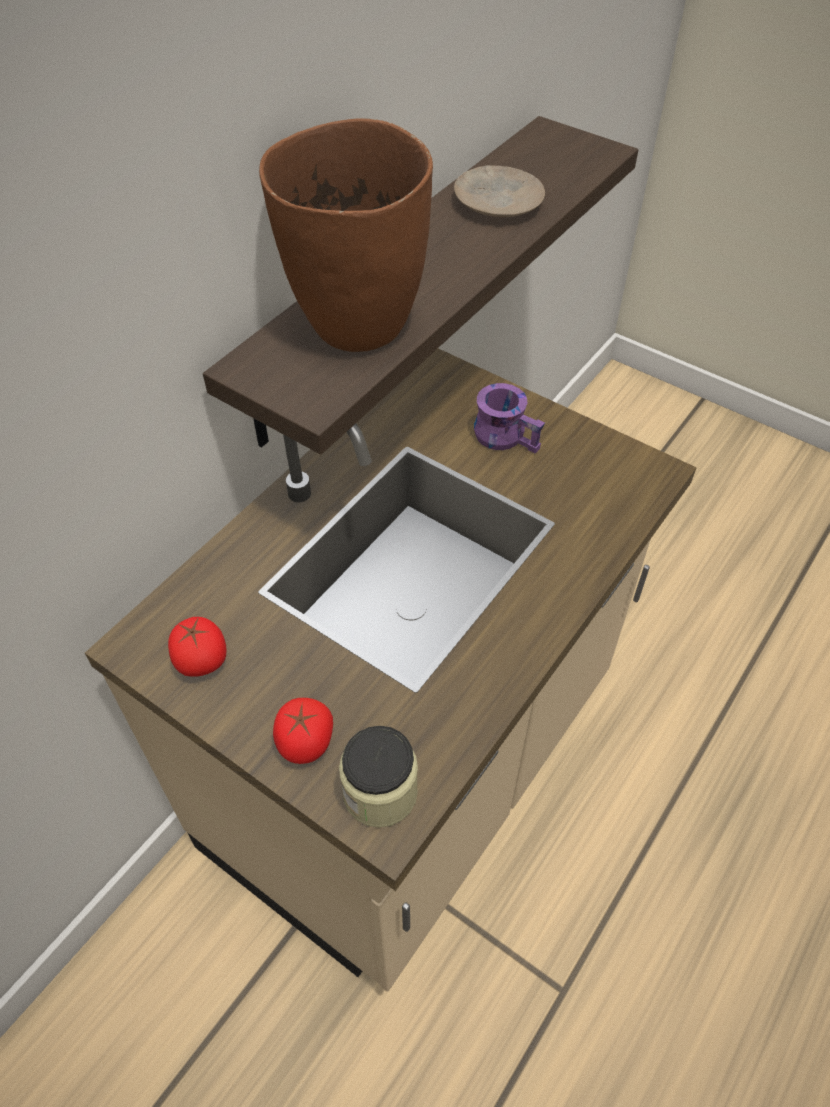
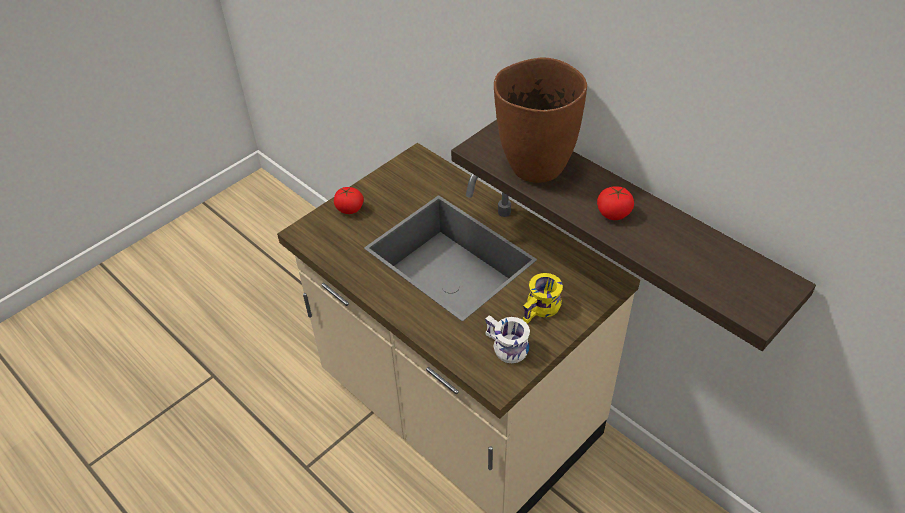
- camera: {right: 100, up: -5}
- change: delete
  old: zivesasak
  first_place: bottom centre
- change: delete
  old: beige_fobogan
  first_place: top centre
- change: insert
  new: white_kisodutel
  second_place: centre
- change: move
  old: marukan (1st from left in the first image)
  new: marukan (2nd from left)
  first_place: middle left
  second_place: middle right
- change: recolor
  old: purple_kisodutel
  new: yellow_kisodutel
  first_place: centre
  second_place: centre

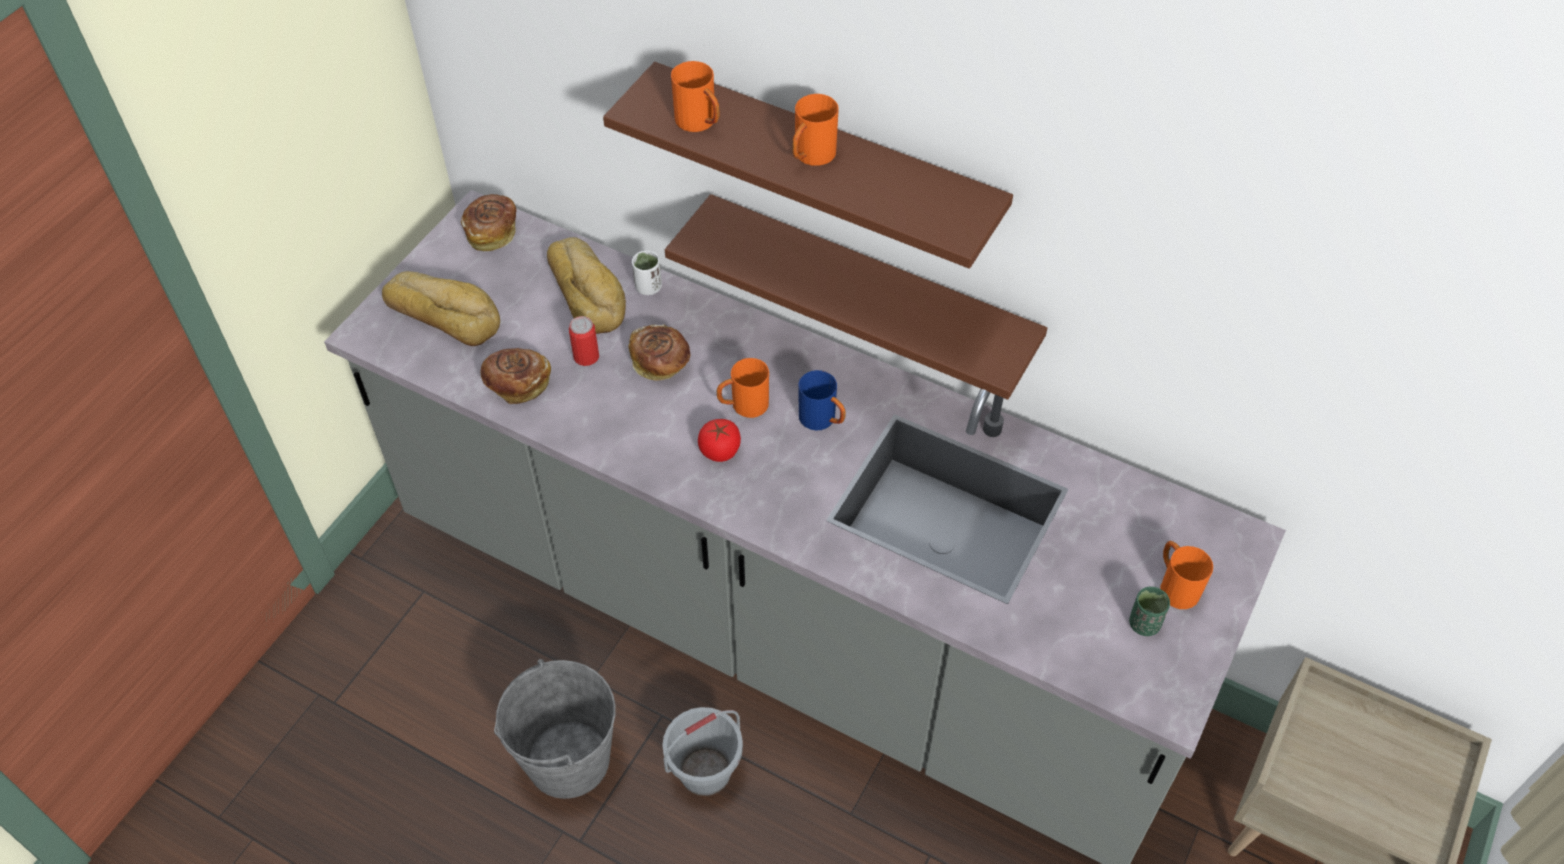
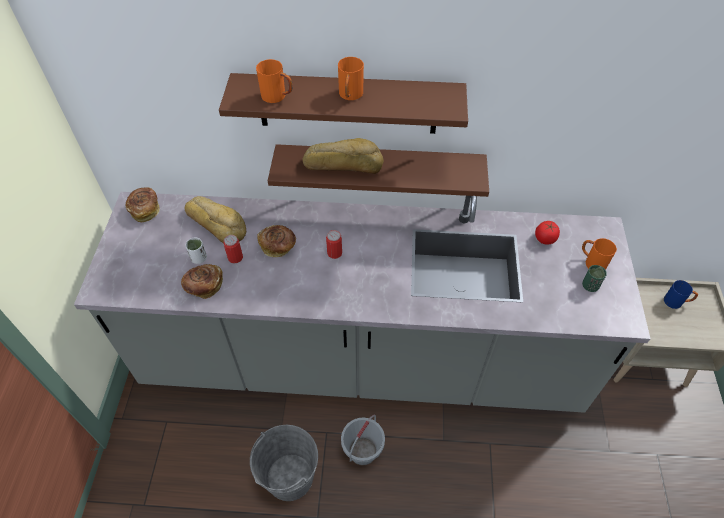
- camera: {right: -25, up: 0}
- change: move
  old: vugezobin (1st from left in the first image)
  new: vugezobin (5th from left)
  first_place: middle left
  second_place: top centre
- change: move
  old: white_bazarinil
  first_place: top centre
  second_place: middle left
- change: move
  old: marukan
  first_place: centre
  second_place: middle right
- change: move
  old: blue_kisodutel
  first_place: centre
  second_place: middle right
- change: replace
  old: orange_kisodutel (2nd from left)
  new: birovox (2nd from left)
  first_place: centre
  second_place: centre

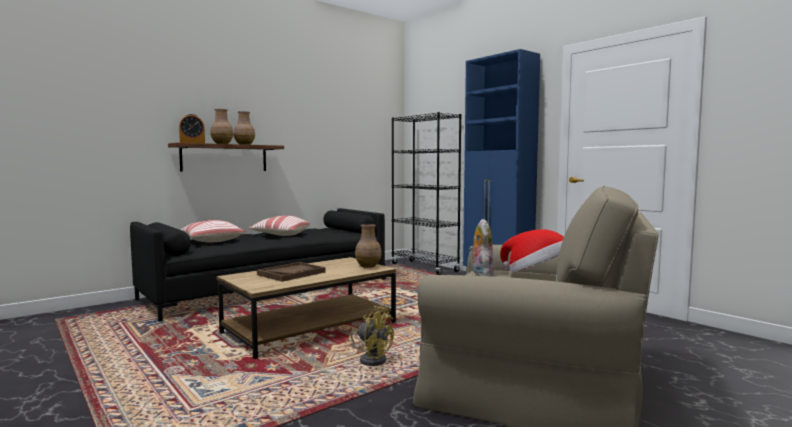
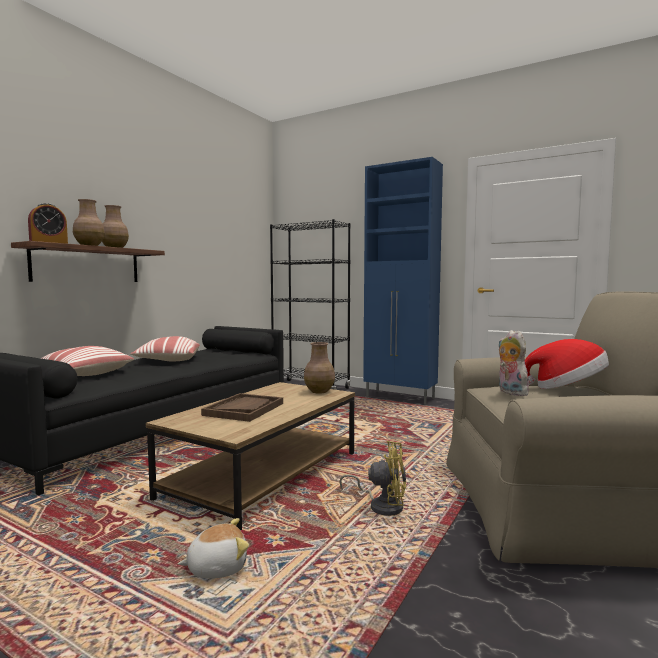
- camera: {right: -20, up: 0}
- change: insert
  new: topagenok (1st from left)
  second_place: bottom left

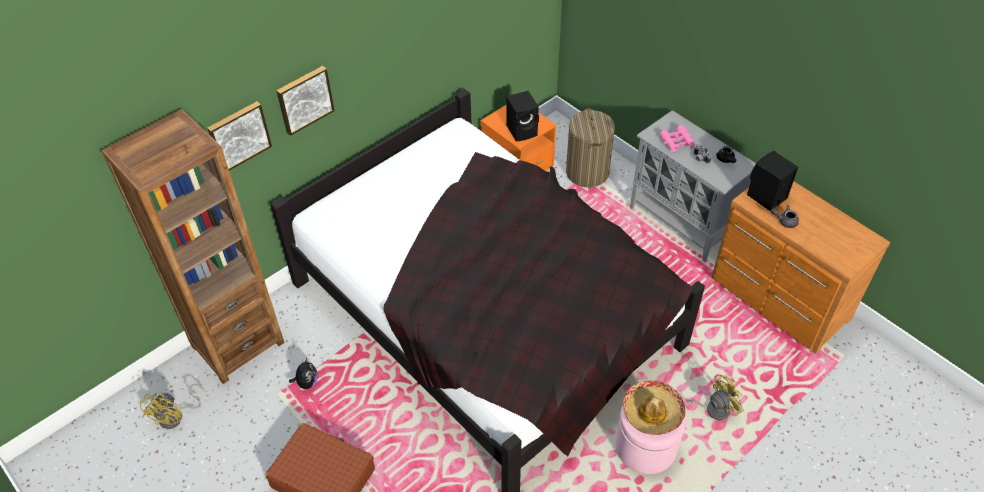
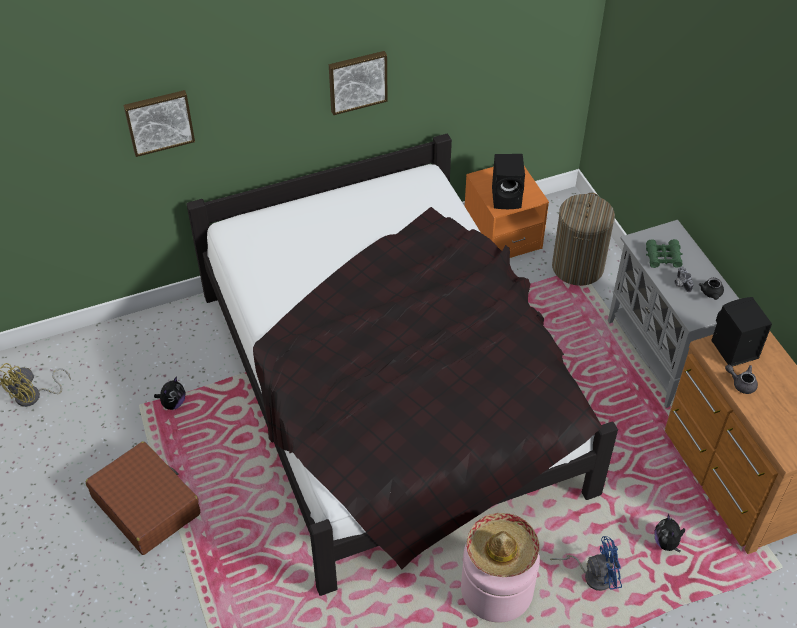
- camera: {right: 20, up: 0}
- change: delete
  old: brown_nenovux
  first_place: middle left
- change: insert
  new: topagenok (2nd from left)
  second_place: bottom right
- change: move
  old: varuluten (2nd from left)
  first_place: top left
  second_place: top centre
- change: recolor
  old: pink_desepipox
  new: green_desepipox
  first_place: top right
  second_place: middle right
- change: recolor
  old: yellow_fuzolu (2nd from left)
  new: blue_fuzolu
  first_place: bottom right
  second_place: bottom right

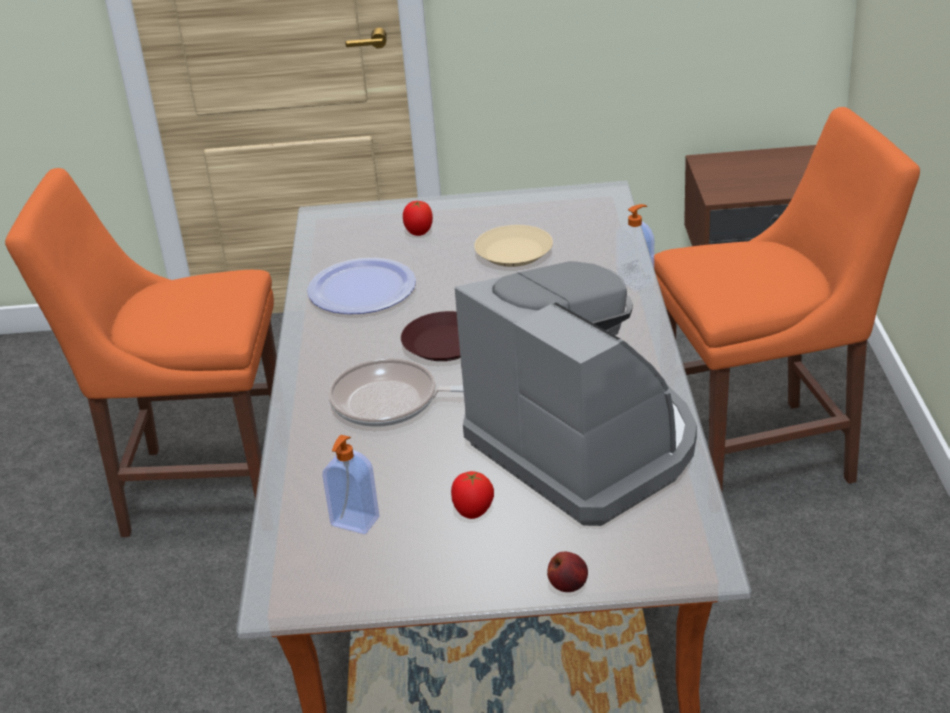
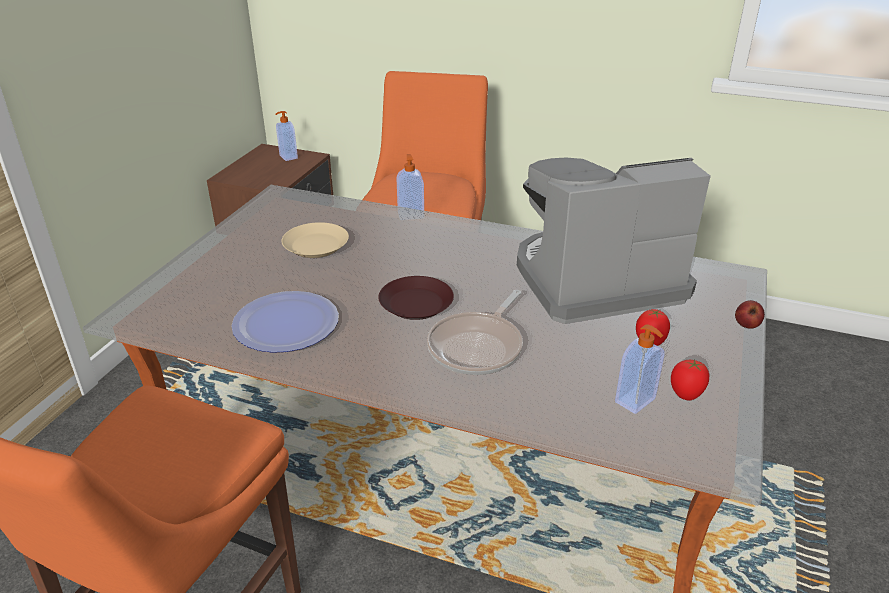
- camera: {right: -70, up: 0}
- change: insert
  new: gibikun (1st from left)
  second_place: top left
- change: move
  old: marukan (1st from left in the first image)
  new: marukan (2nd from left)
  first_place: top centre
  second_place: middle right

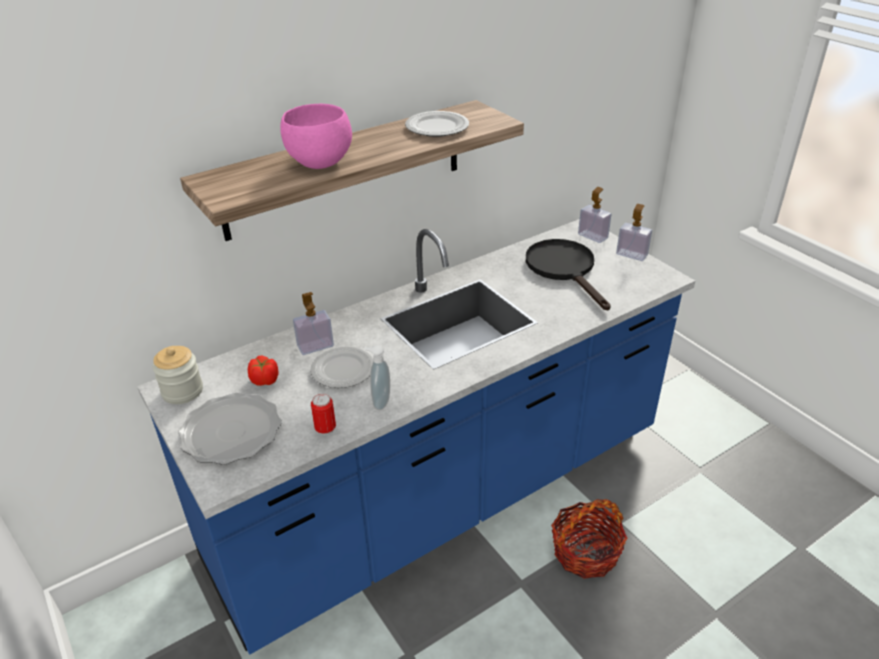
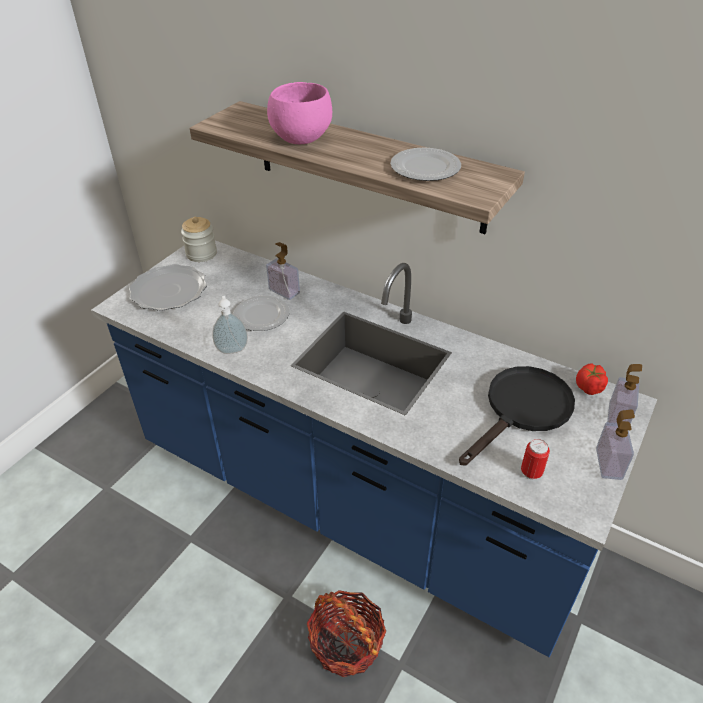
- camera: {right: 65, up: 5}
- change: move
  old: marukan
  first_place: middle left
  second_place: middle right
- change: move
  old: birovox
  first_place: centre
  second_place: middle right

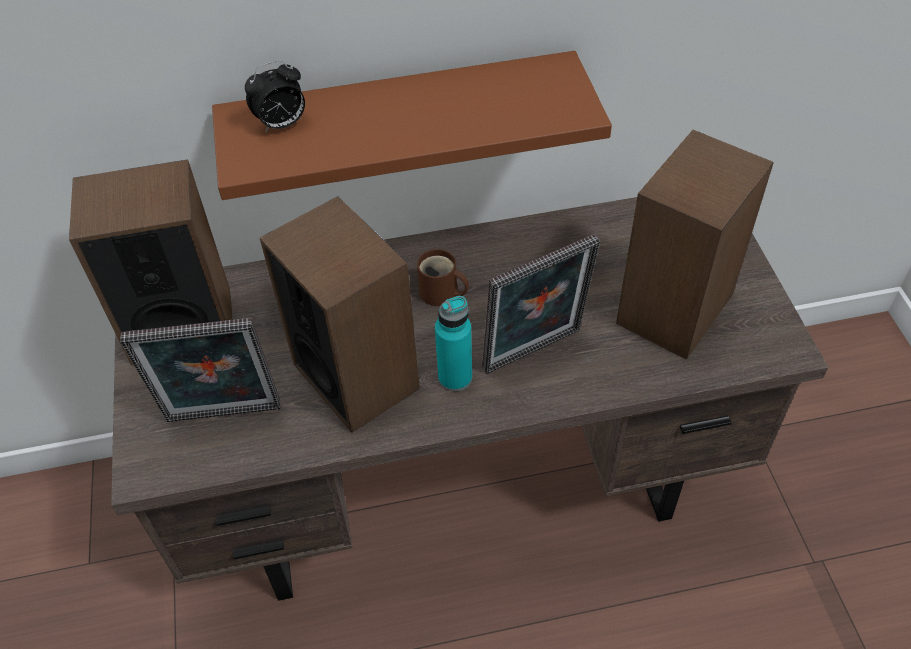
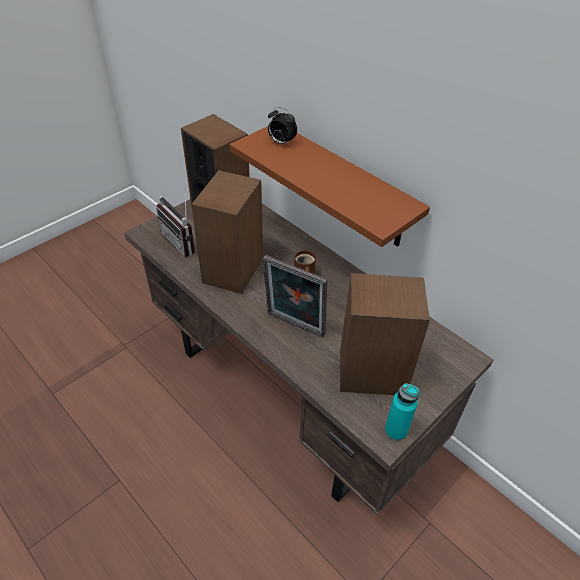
- camera: {right: 55, up: -5}
- change: move
  old: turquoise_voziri
  first_place: centre
  second_place: bottom right
- change: replace
  old: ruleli (1st from left)
  new: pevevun
  first_place: middle left
  second_place: middle left

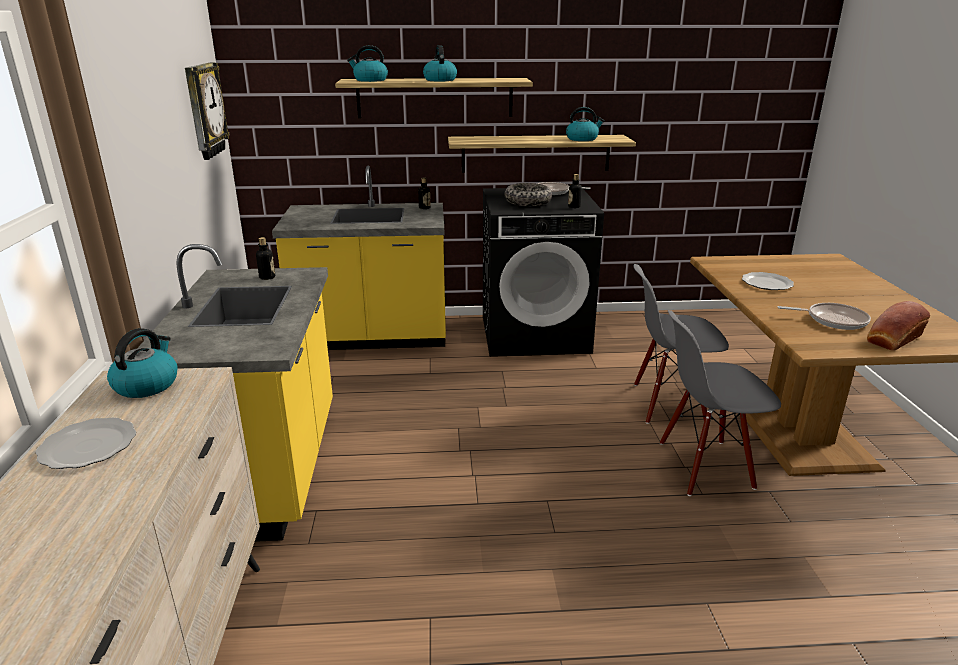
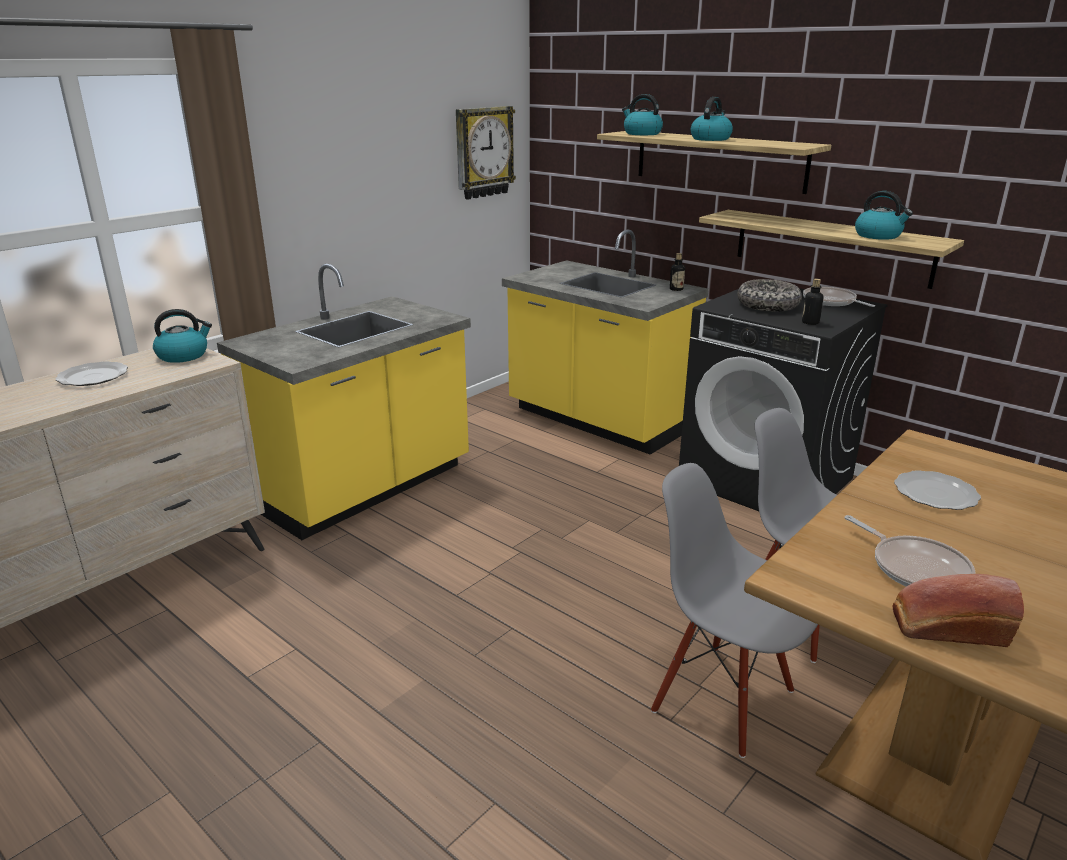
- camera: {right: 45, up: 0}
- change: delete
  old: voziri (1st from left)
  first_place: middle left

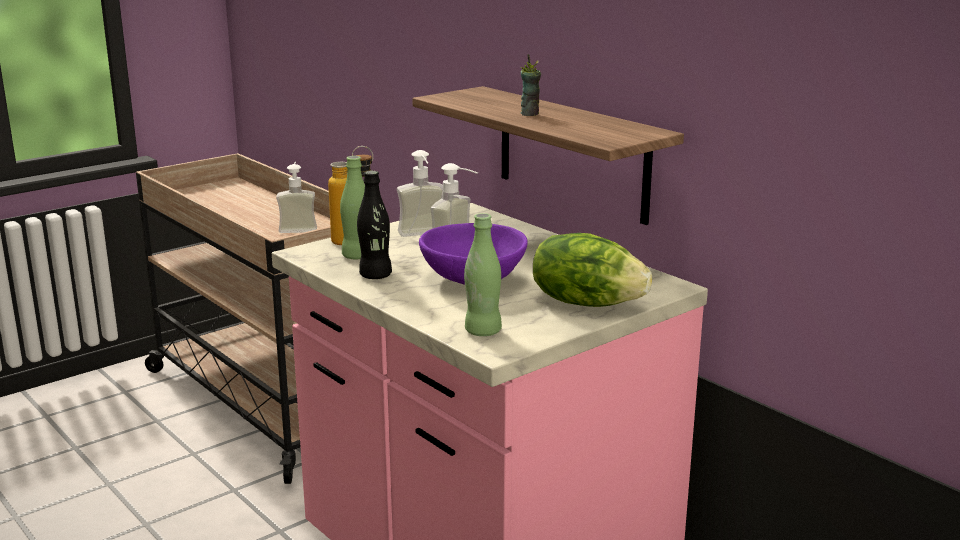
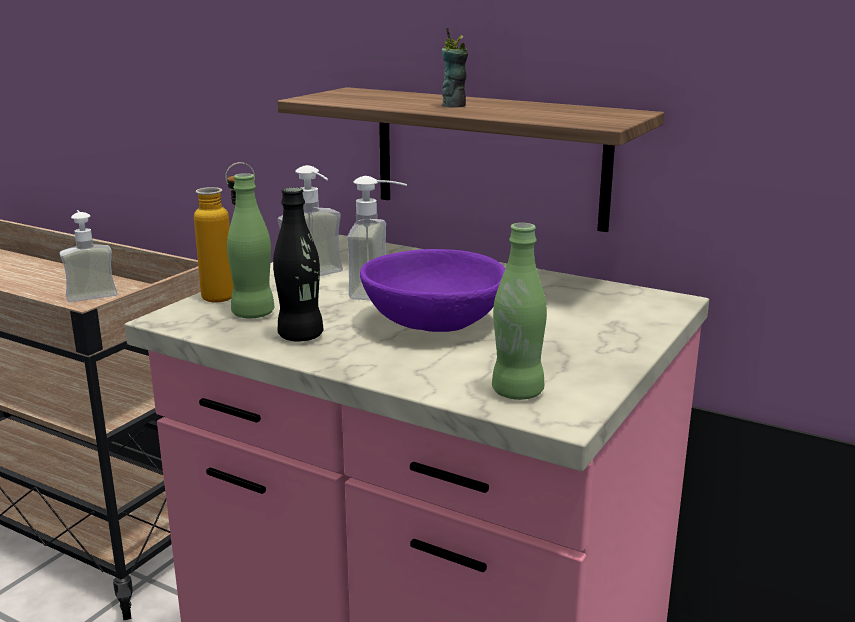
- camera: {right: -20, up: 0}
- change: delete
  old: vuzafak
  first_place: centre

